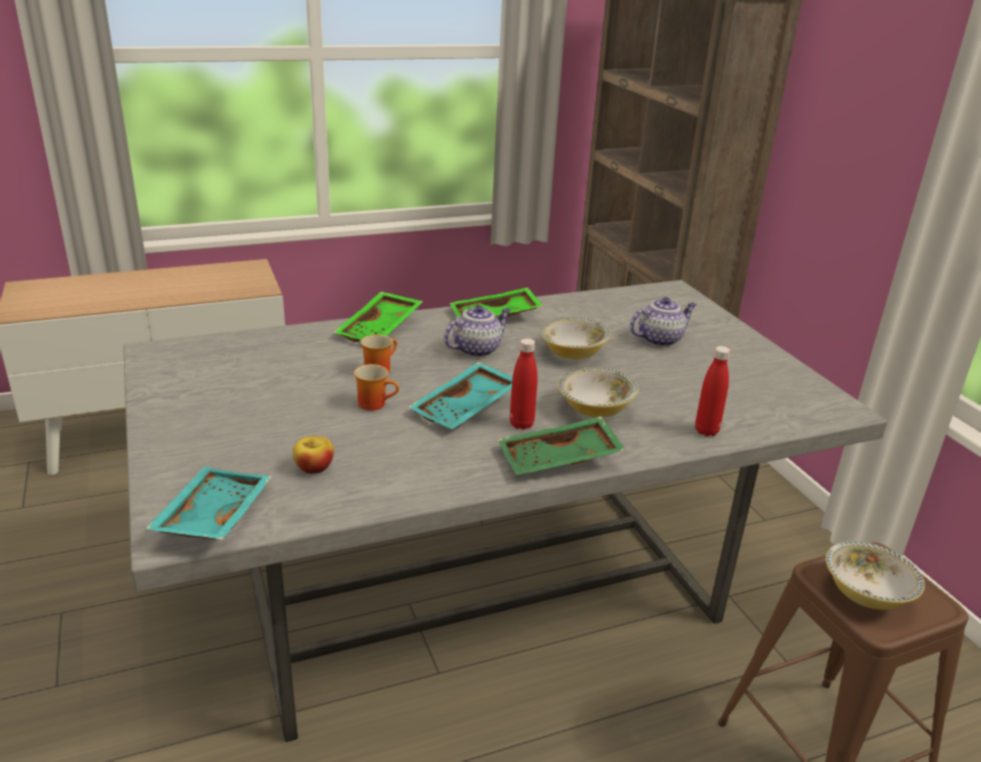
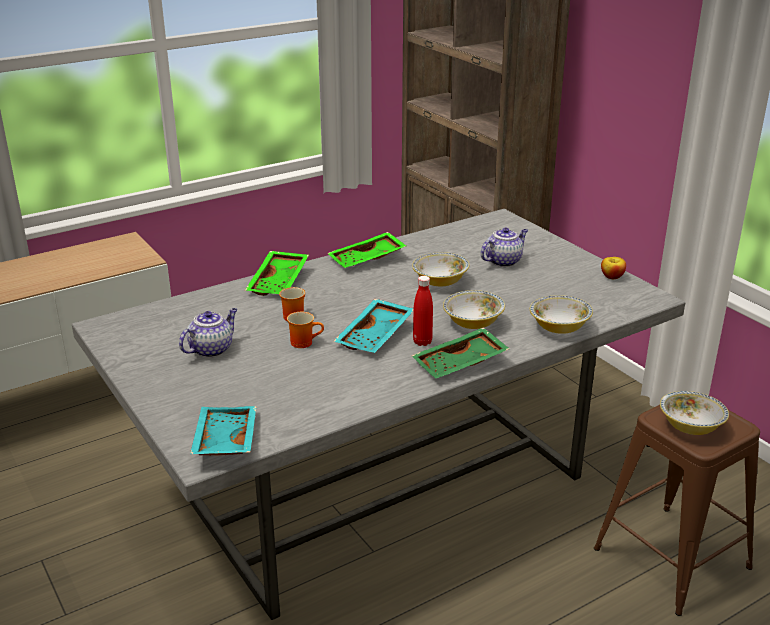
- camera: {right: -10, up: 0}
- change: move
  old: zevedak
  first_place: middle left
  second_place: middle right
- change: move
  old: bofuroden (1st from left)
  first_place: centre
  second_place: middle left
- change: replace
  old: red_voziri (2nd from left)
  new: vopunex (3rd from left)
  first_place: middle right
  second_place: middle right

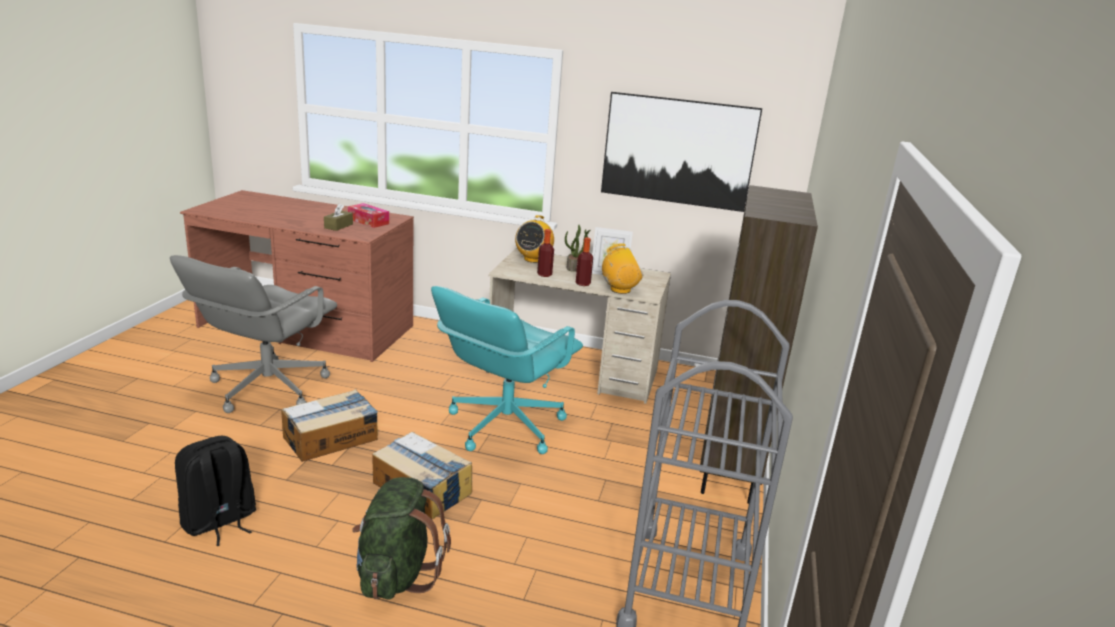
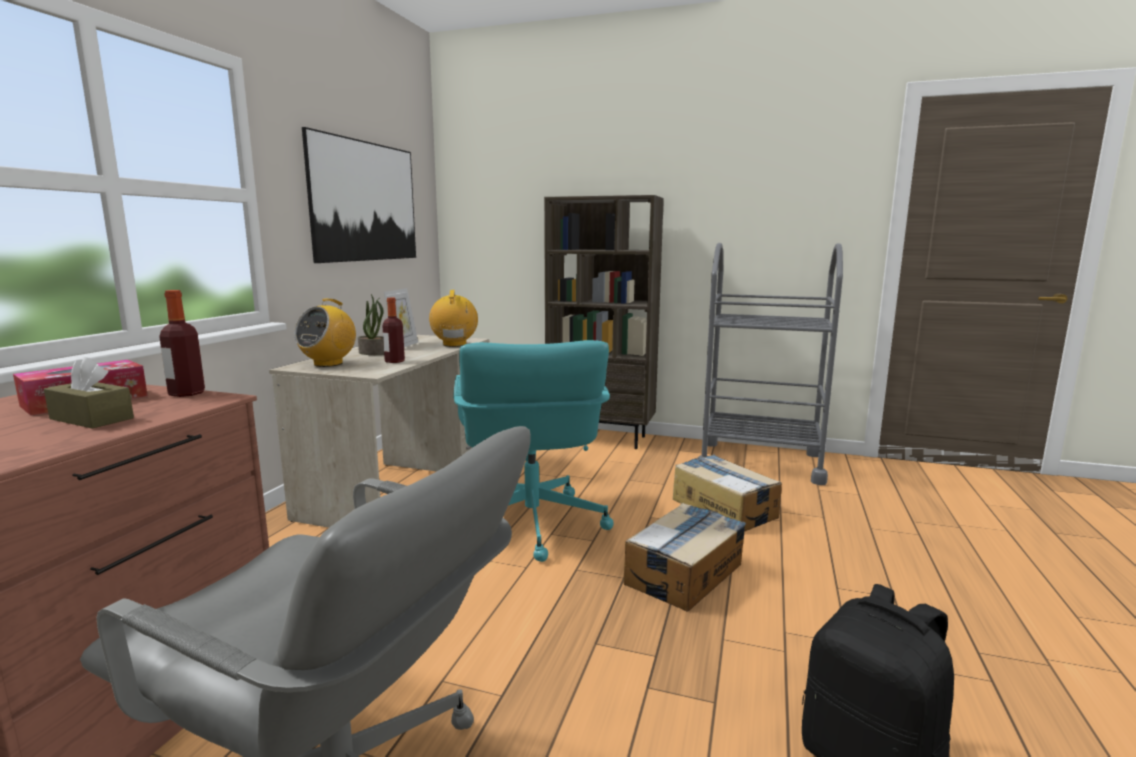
- camera: {right: -85, up: -10}
- change: delete
  old: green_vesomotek
  first_place: bottom centre
- change: move
  old: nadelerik (1st from left in the first image)
  new: nadelerik (2nd from left)
  first_place: bottom left
  second_place: centre
- change: move
  old: voziri (2nd from left in the first image)
  new: voziri (1st from left)
  first_place: centre
  second_place: middle left
- change: rotate
  old: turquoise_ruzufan
  first_place: centre
  second_place: centre
  degrees: 45
- change: rotate
  old: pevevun (1st from left)
  first_place: centre
  second_place: middle left
  degrees: 90

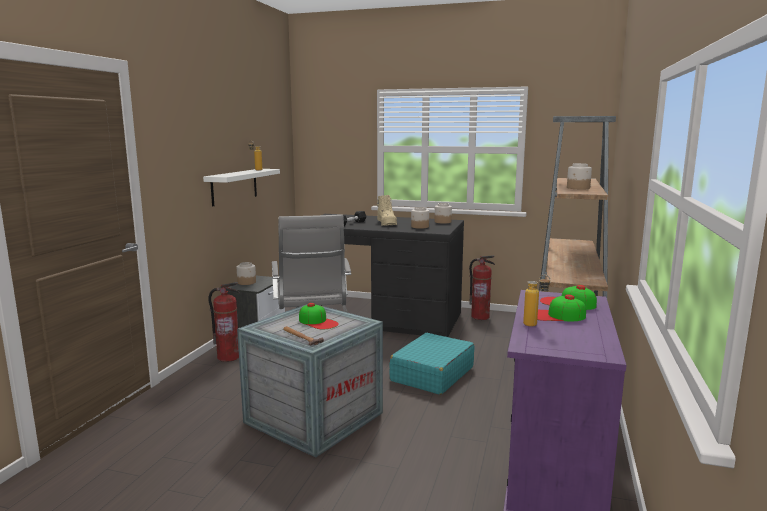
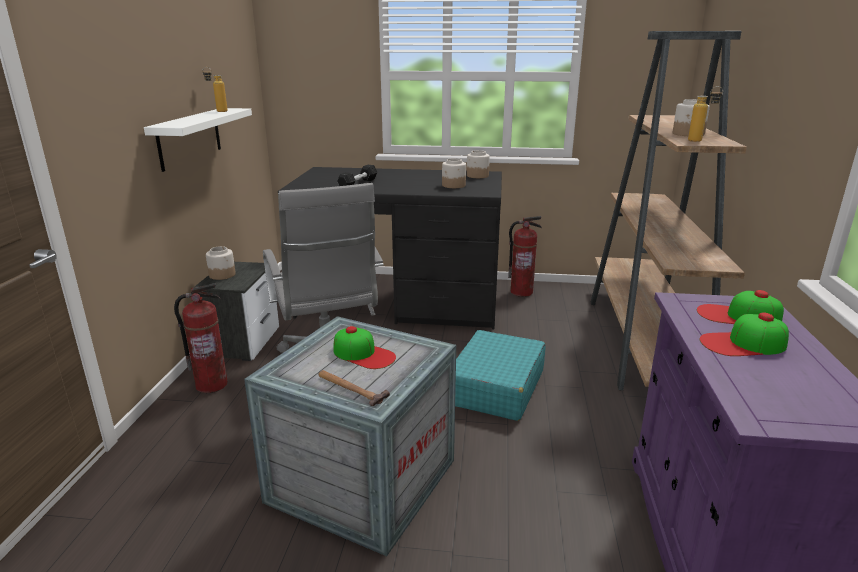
- camera: {right: -10, up: 10}
- change: delete
  old: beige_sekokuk
  first_place: centre
- change: move
  old: voziri (2nd from left)
  first_place: middle right
  second_place: top right

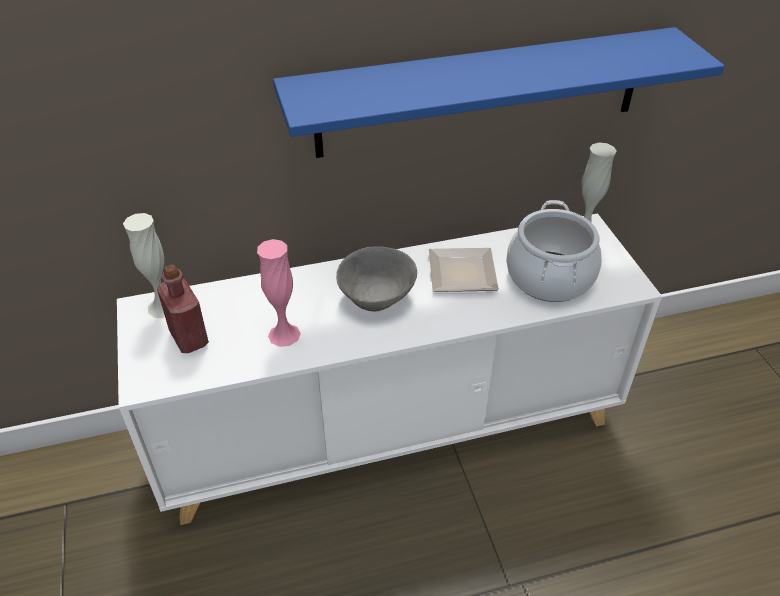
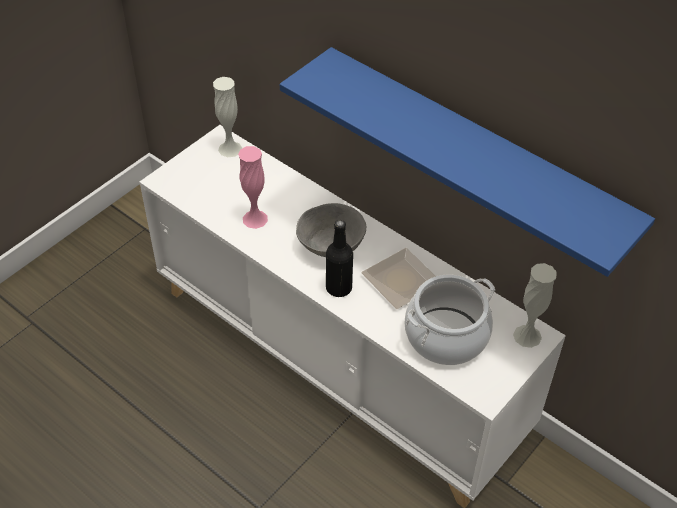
- camera: {right: 55, up: 5}
- change: delete
  old: red_voziri
  first_place: middle left
- change: insert
  new: black_voziri
  second_place: centre

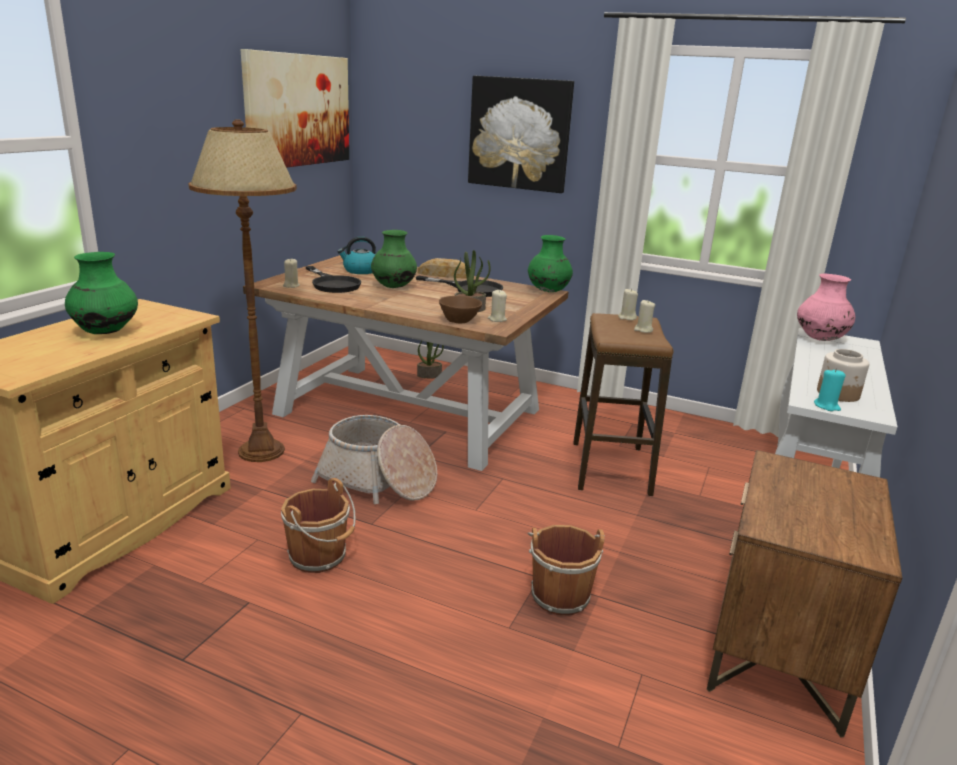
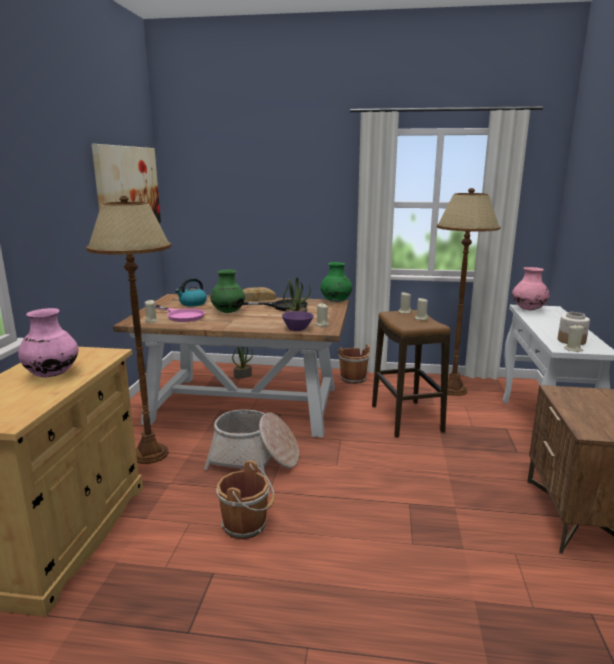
- camera: {right: -15, up: -5}
- change: delete
  old: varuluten (2nd from left)
  first_place: top centre
- change: insert
  new: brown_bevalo (2nd from left)
  second_place: middle right
- change: move
  old: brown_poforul (2nd from left)
  first_place: bottom centre
  second_place: centre
- change: recolor
  old: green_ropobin (1st from left)
  new: pink_ropobin (1st from left)
  first_place: middle left
  second_place: middle left
- change: recolor
  old: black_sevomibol (1st from left)
  new: pink_sevomibol
  first_place: centre
  second_place: middle left
- change: recolor
  old: brown_vopunex
  new: purple_vopunex
  first_place: centre
  second_place: centre
- change: recolor
  old: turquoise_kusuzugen
  new: beige_kusuzugen (5th from left)
  first_place: middle right
  second_place: middle right

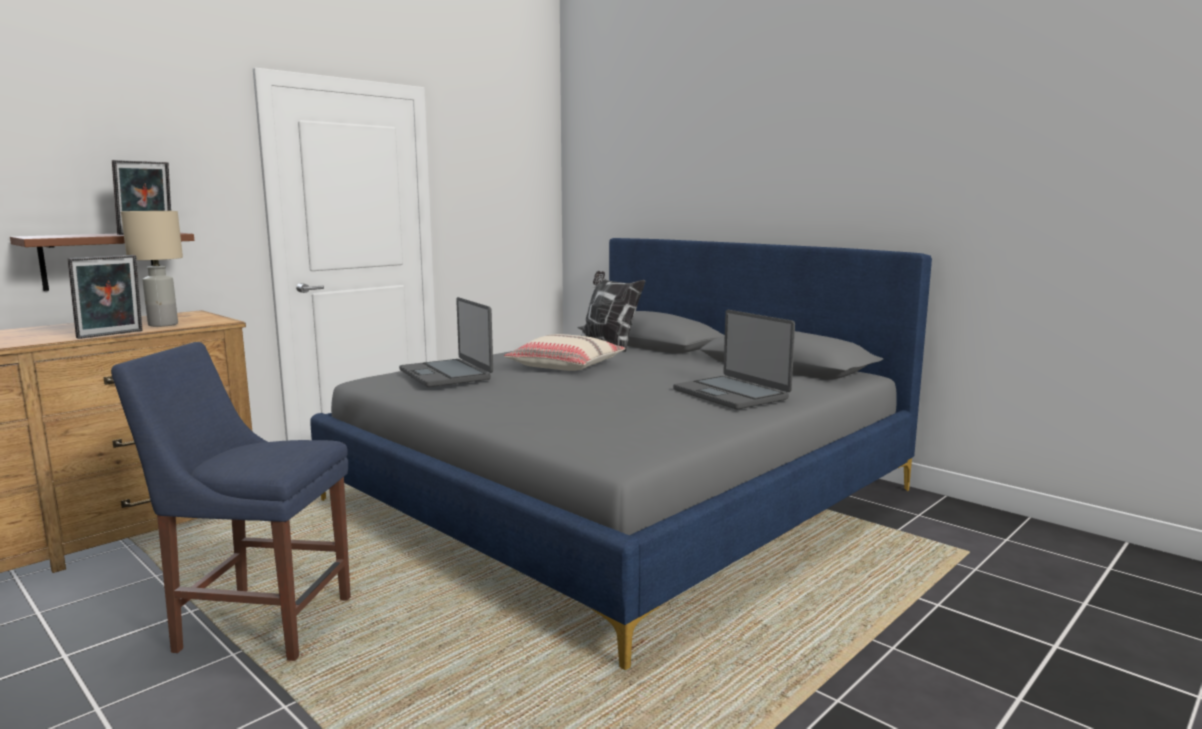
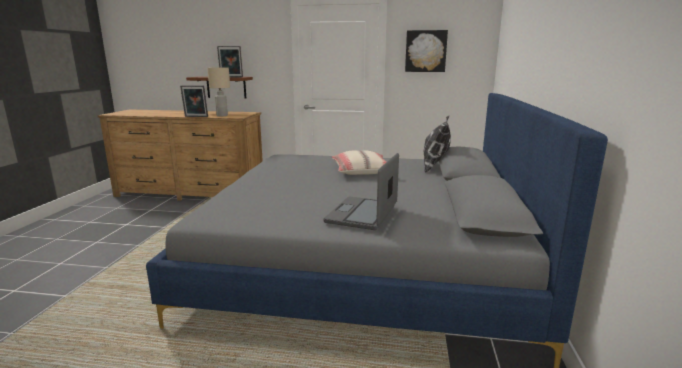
- camera: {right: 55, up: 5}
- change: delete
  old: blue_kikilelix
  first_place: bottom left
- change: delete
  old: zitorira (1st from left)
  first_place: centre
- change: insert
  new: varuluten
  second_place: top centre

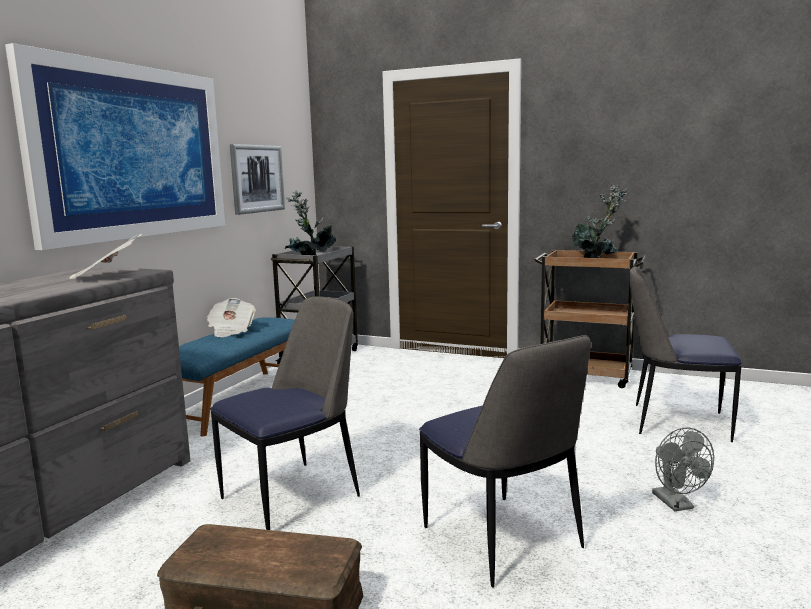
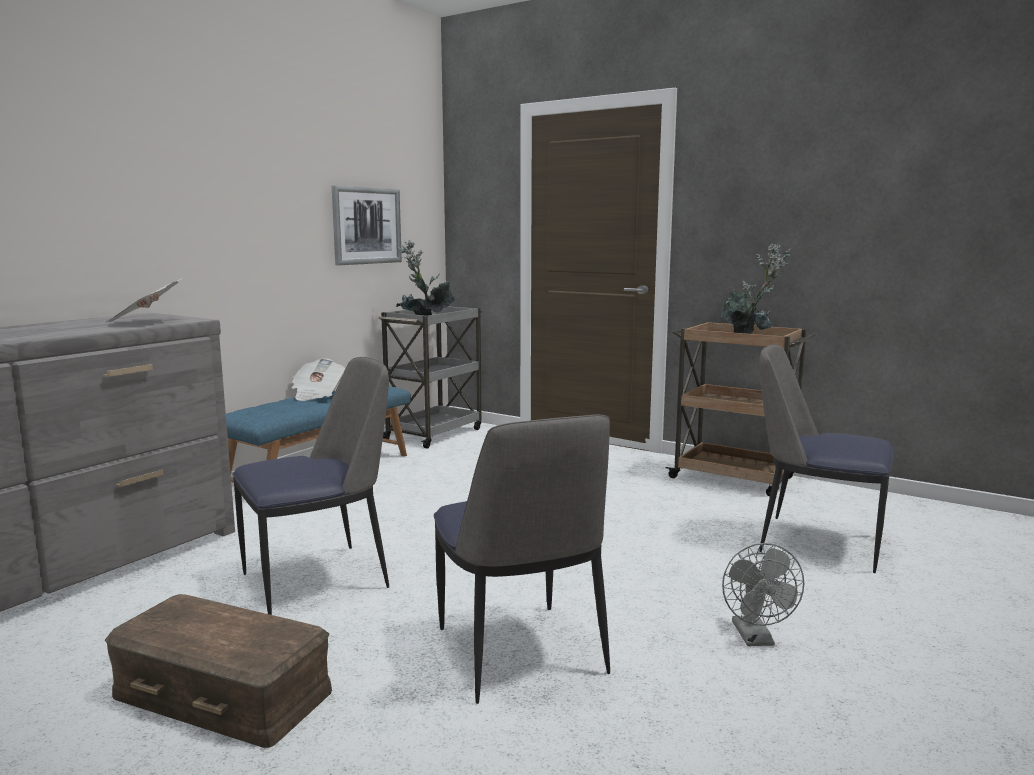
- camera: {right: 10, up: 0}
- change: delete
  old: varuluten (1st from left)
  first_place: top left

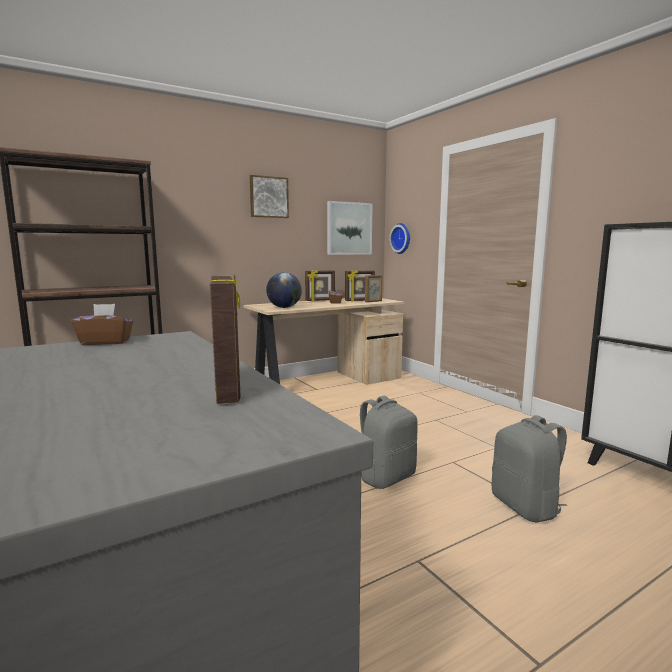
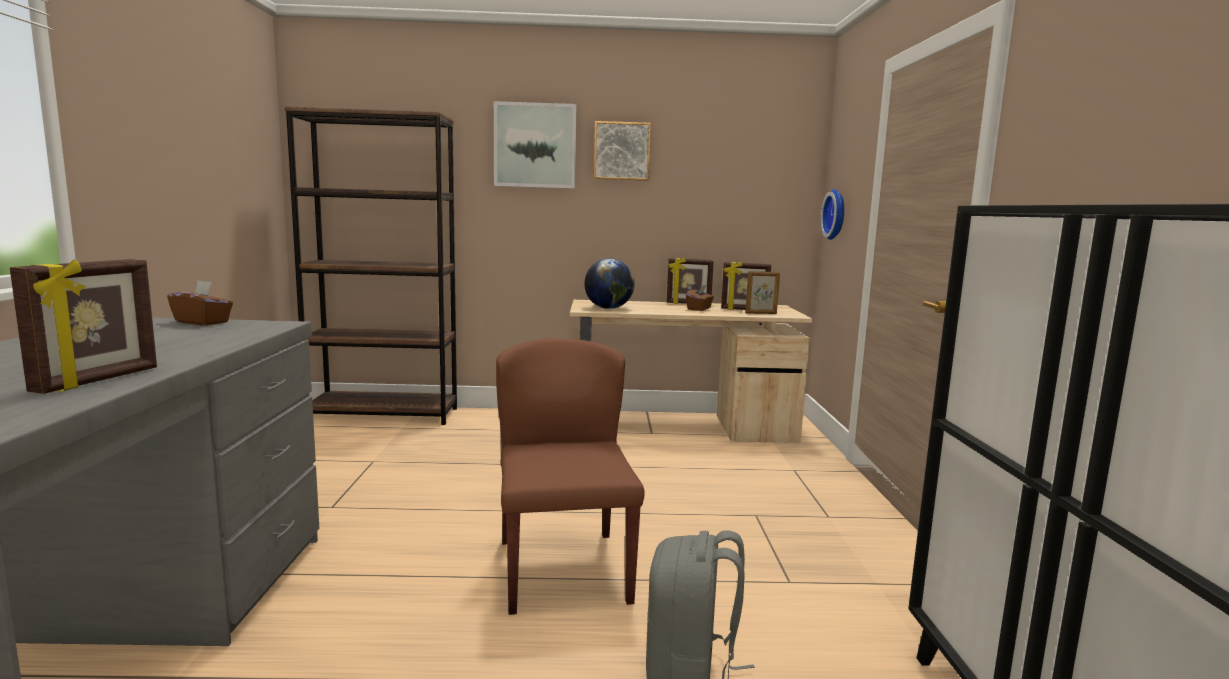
- camera: {right: 30, up: 0}
- change: move
  old: varuluten (2nd from left in the first image)
  new: varuluten (1st from left)
  first_place: centre
  second_place: top centre
- change: replace
  old: grey_vesomotek (1st from left)
  new: brown_kikilelix
  first_place: centre
  second_place: bottom centre

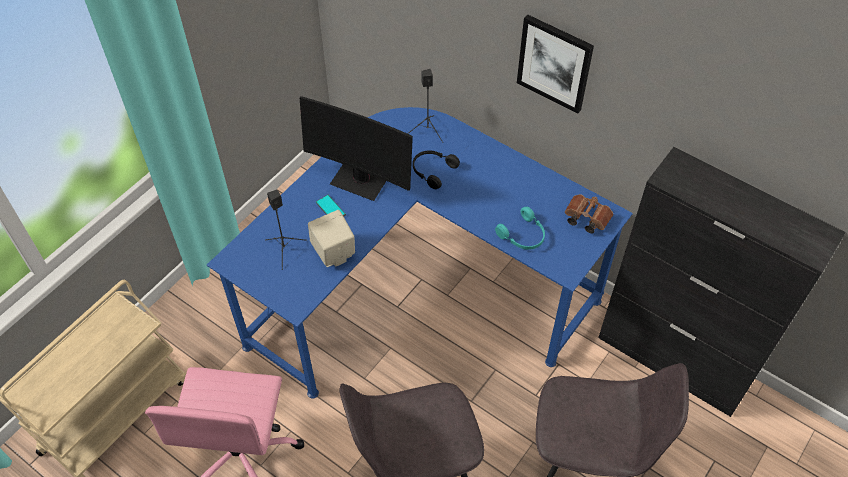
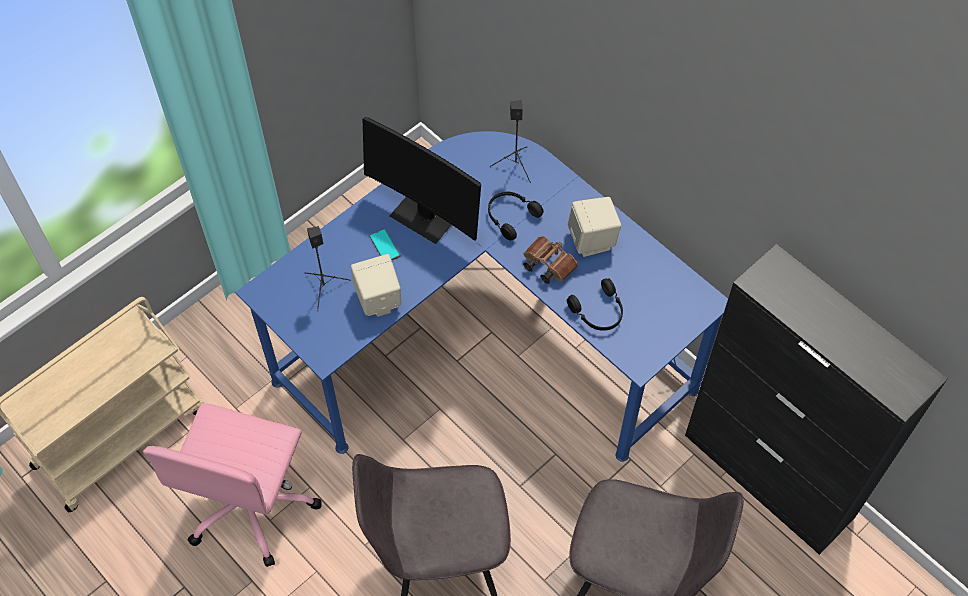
- camera: {right: 10, up: 5}
- change: delete
  old: varuluten
  first_place: top centre
- change: insert
  new: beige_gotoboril (2nd from left)
  second_place: centre
- change: move
  old: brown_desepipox
  first_place: middle right
  second_place: centre
- change: recolor
  old: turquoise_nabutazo
  new: black_nabutazo (2nd from left)
  first_place: centre
  second_place: centre

